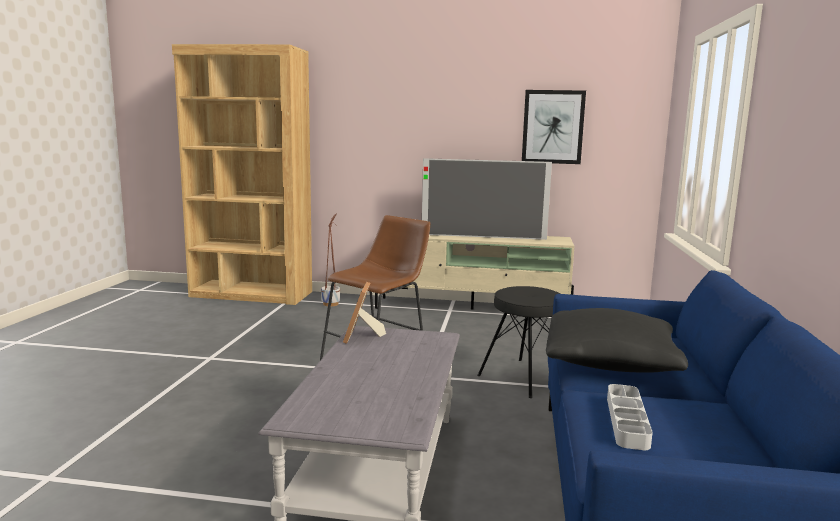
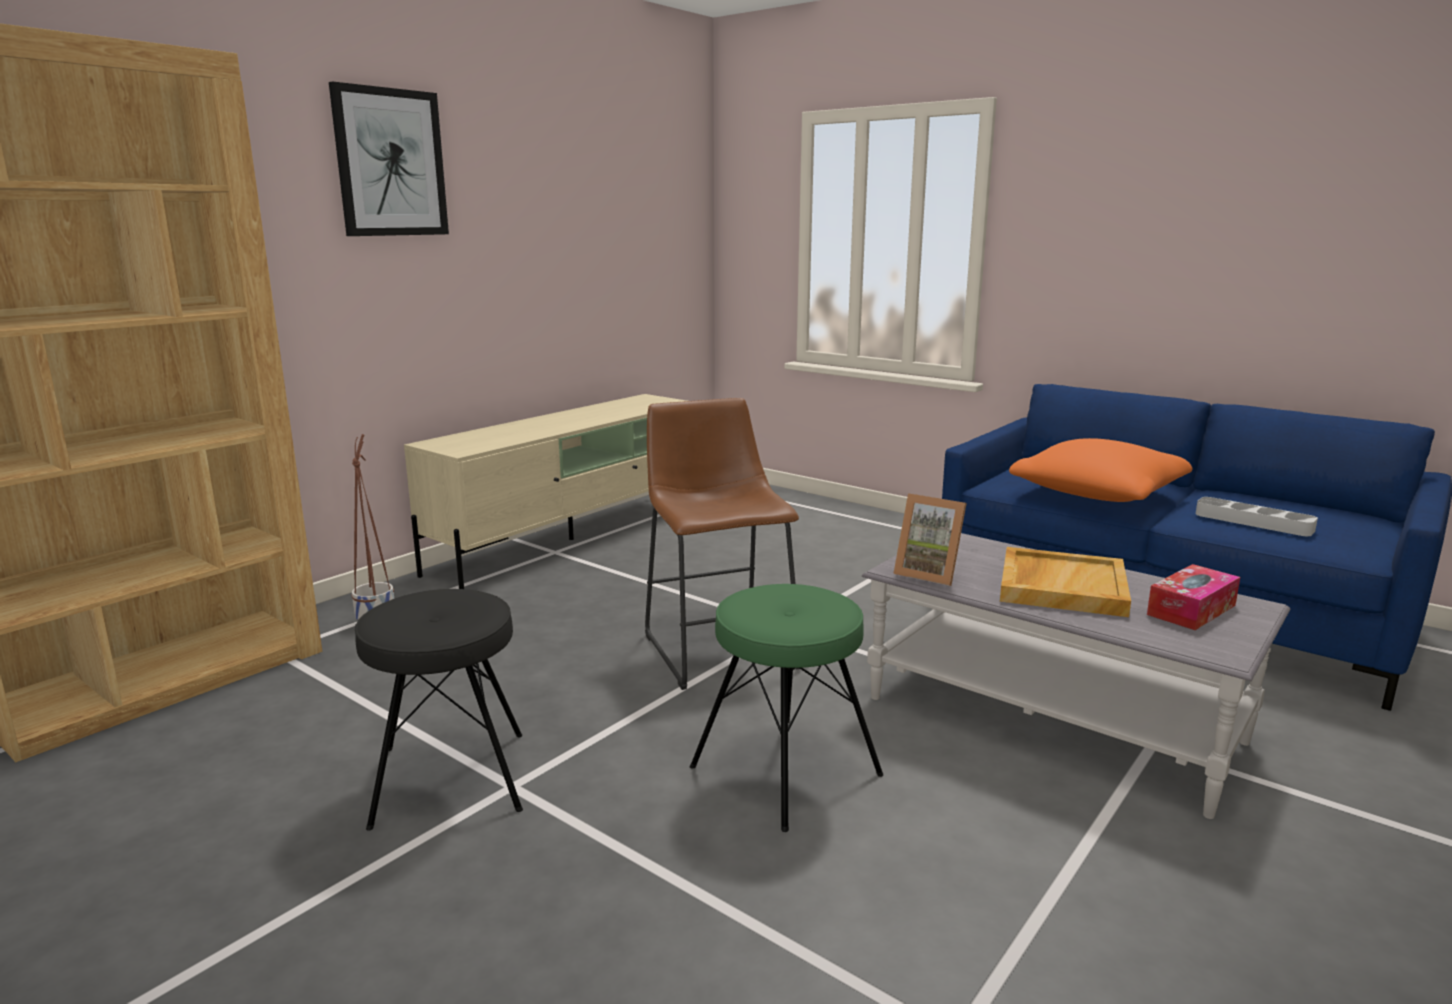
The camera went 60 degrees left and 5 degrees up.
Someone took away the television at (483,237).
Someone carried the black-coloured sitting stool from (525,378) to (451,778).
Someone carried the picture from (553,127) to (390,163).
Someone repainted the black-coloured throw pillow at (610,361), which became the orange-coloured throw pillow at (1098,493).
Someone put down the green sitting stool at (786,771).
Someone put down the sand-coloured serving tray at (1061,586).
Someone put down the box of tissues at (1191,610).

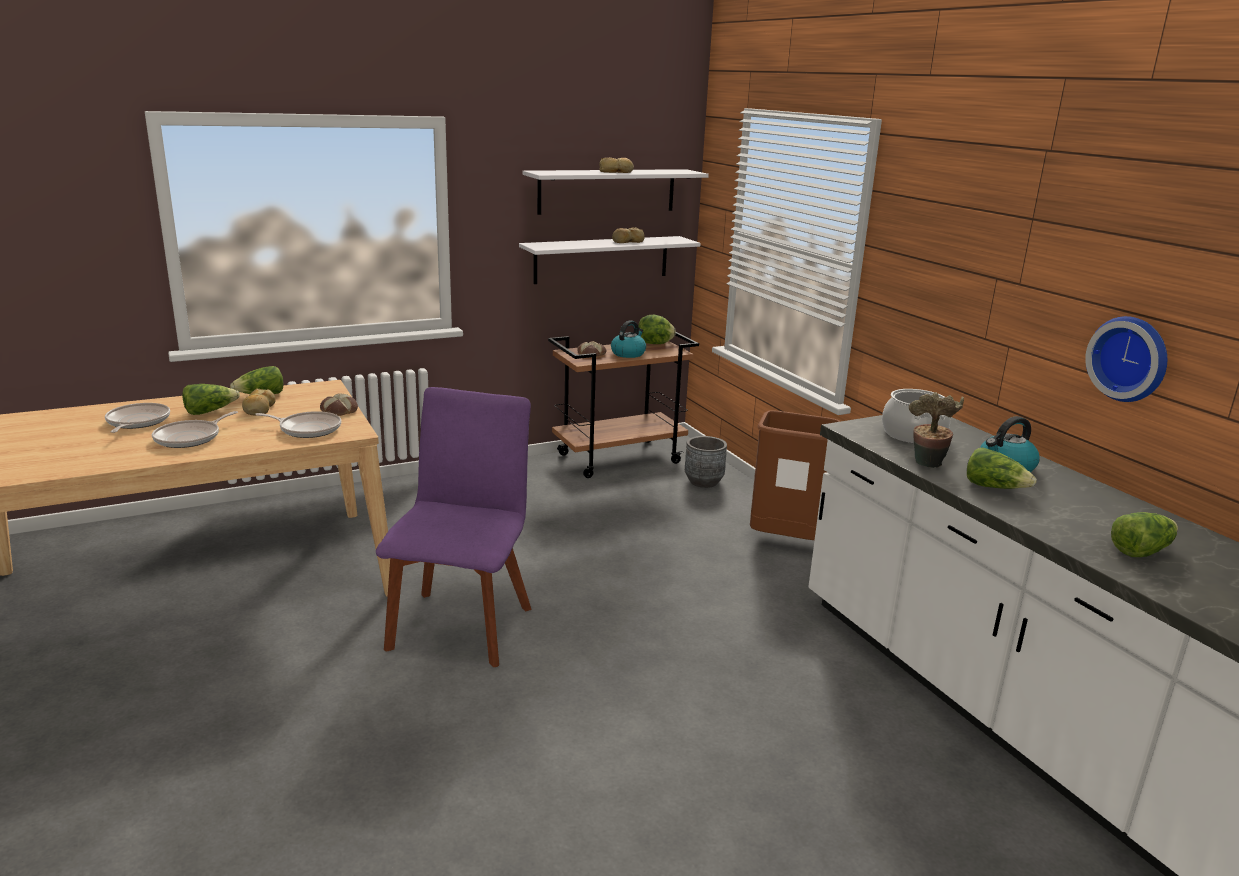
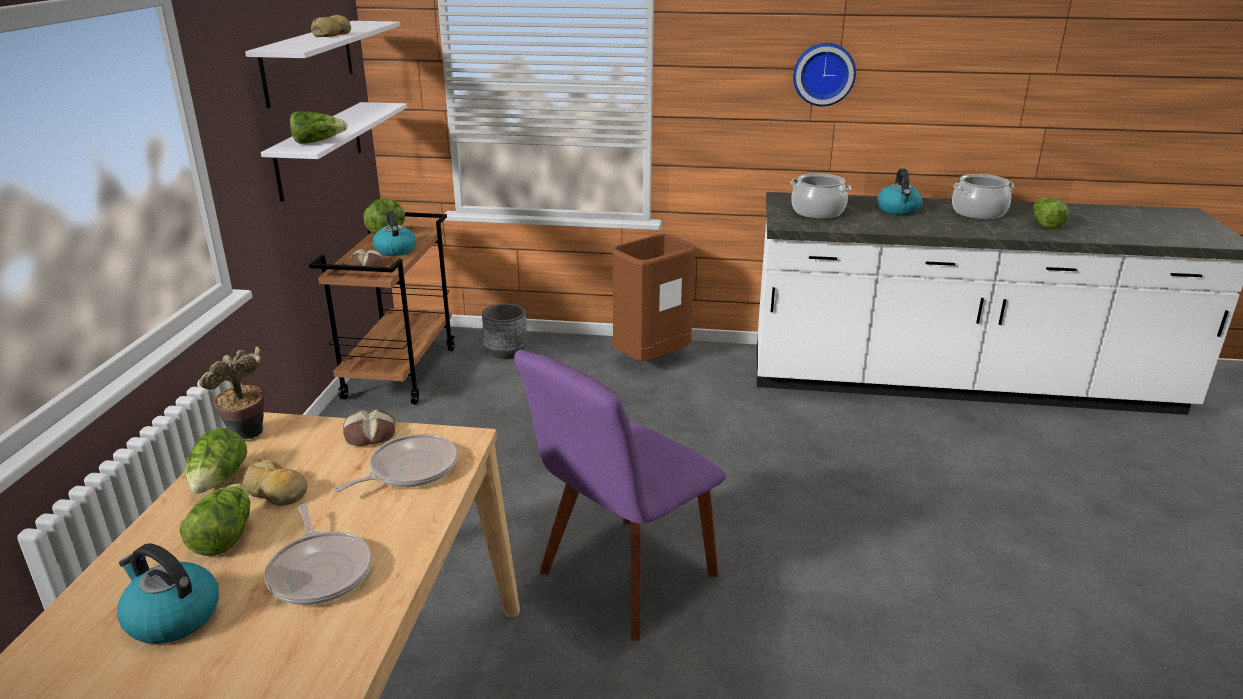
The camera went 55 degrees left and 5 degrees up.
Someone swapped the frying pan at (137,422) for the water kettle at (171,617).
Someone rotated the purplish plain chair at (462,623) by 90 degrees counterclockwise.
Someone took away the baked bread at (627,241).
Someone carried the potted plant from (927,465) to (247,436).
Someone carried the head of lettuce from (994,487) to (317,142).
Someone carried the clock on the wall from (1130,358) to (823,74).
Someone put down the saucepot at (978,213).

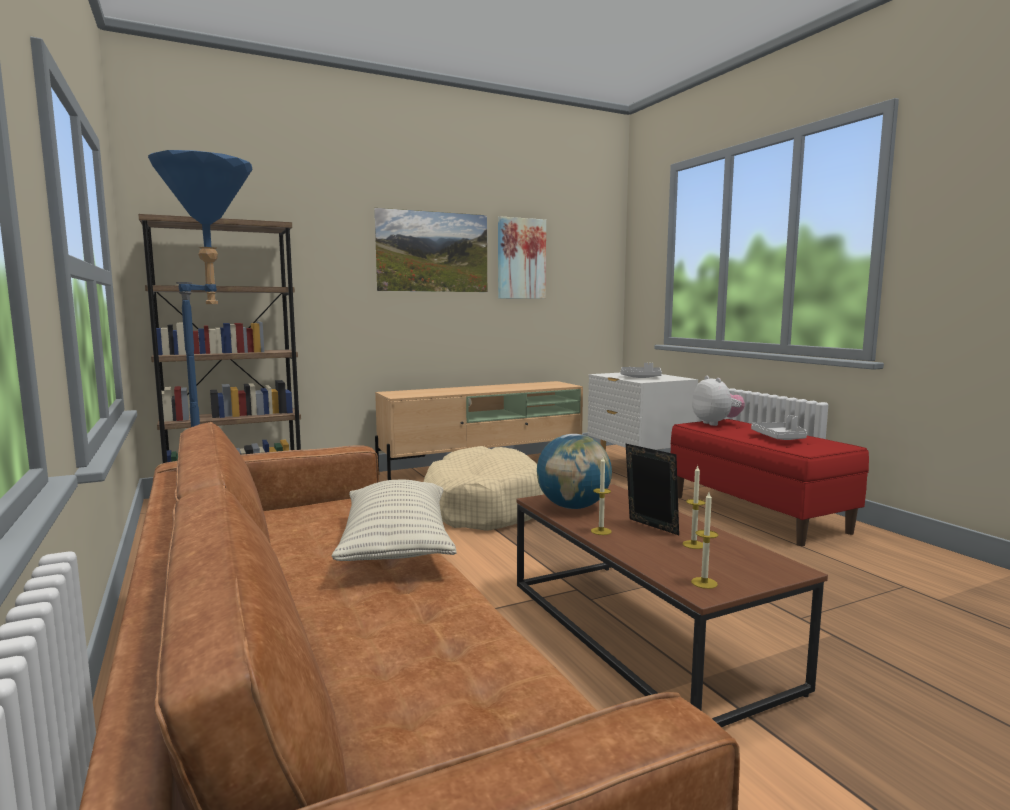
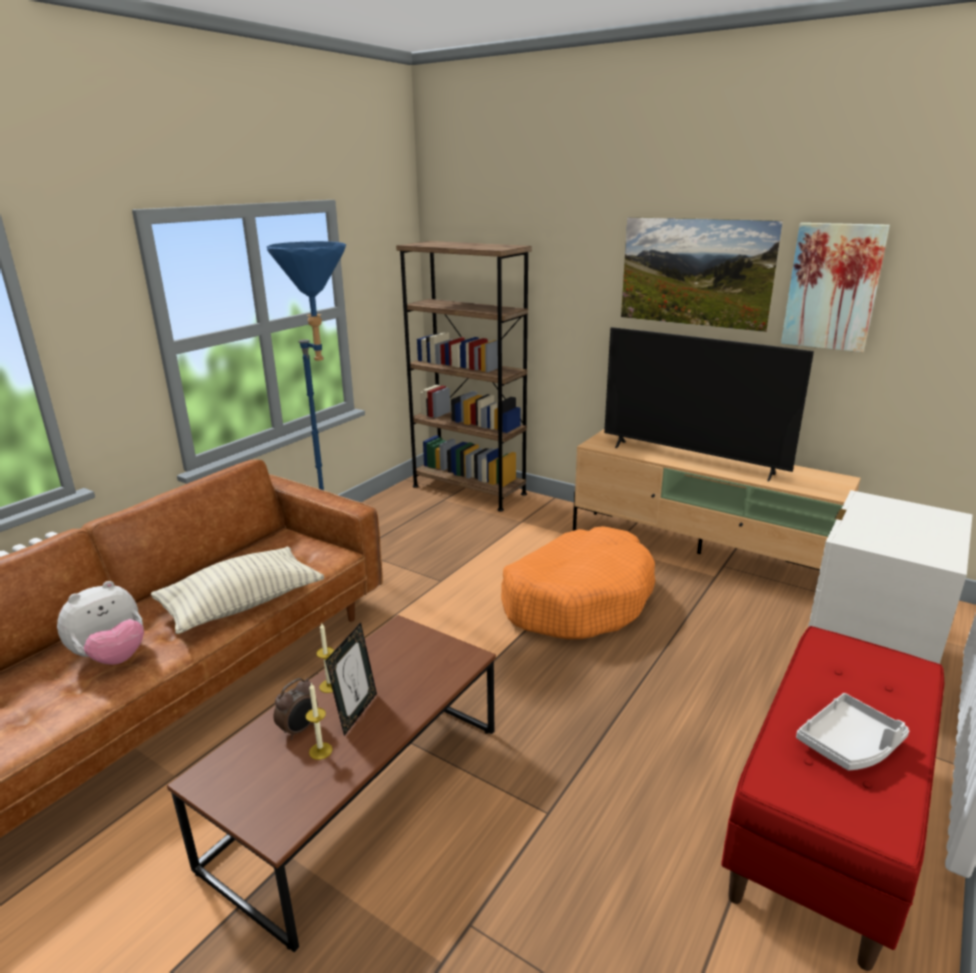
The camera went 60 degrees right and 15 degrees up.
Someone repainted the sand-coloured dog bed at (482,507), which became the orange-coloured dog bed at (577,599).
Someone took away the desk globe at (573,507).
Someone took away the gray serving tray at (641,377).
Someone took away the wax candle at (704,583).
Someone carried the cuddly toy from (716,423) to (112,657).
Someone put down the alarm clock at (299,729).
Someone put down the television at (691,460).

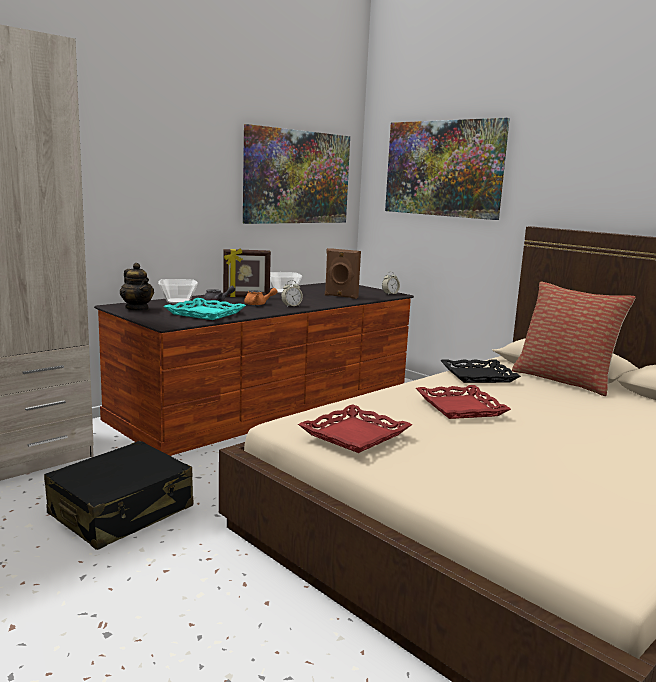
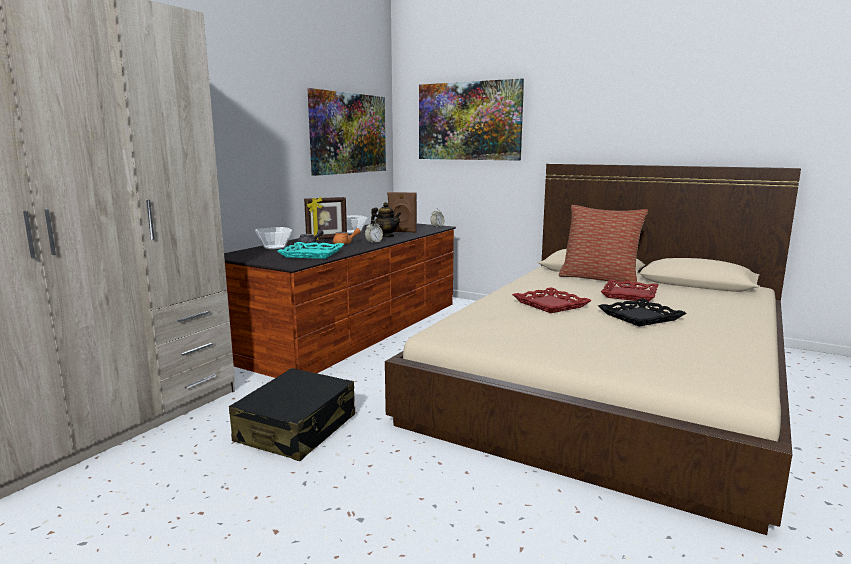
The camera went 15 degrees left and 0 degrees up.
Someone carried the pot for tea from (137,309) to (386,236).
Someone carried the reddish serving tray from (354,434) to (629,295).
Someone carried the black-coloured serving tray from (478,376) to (640,317).

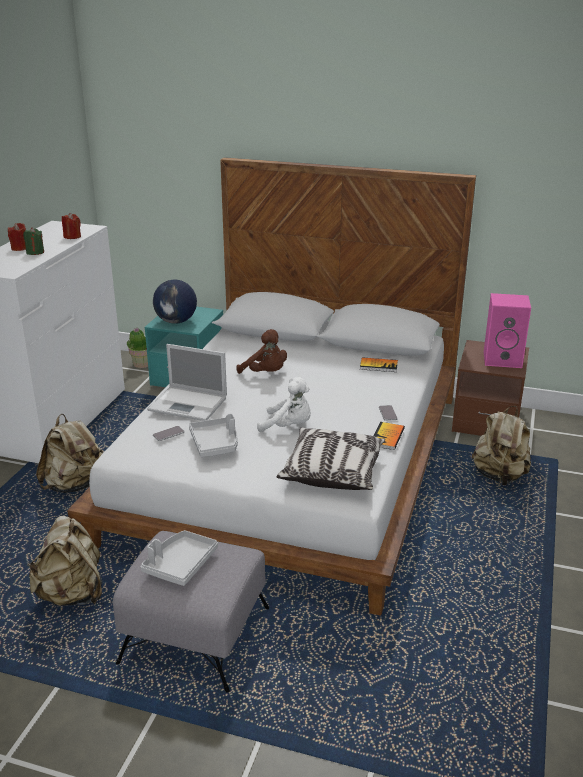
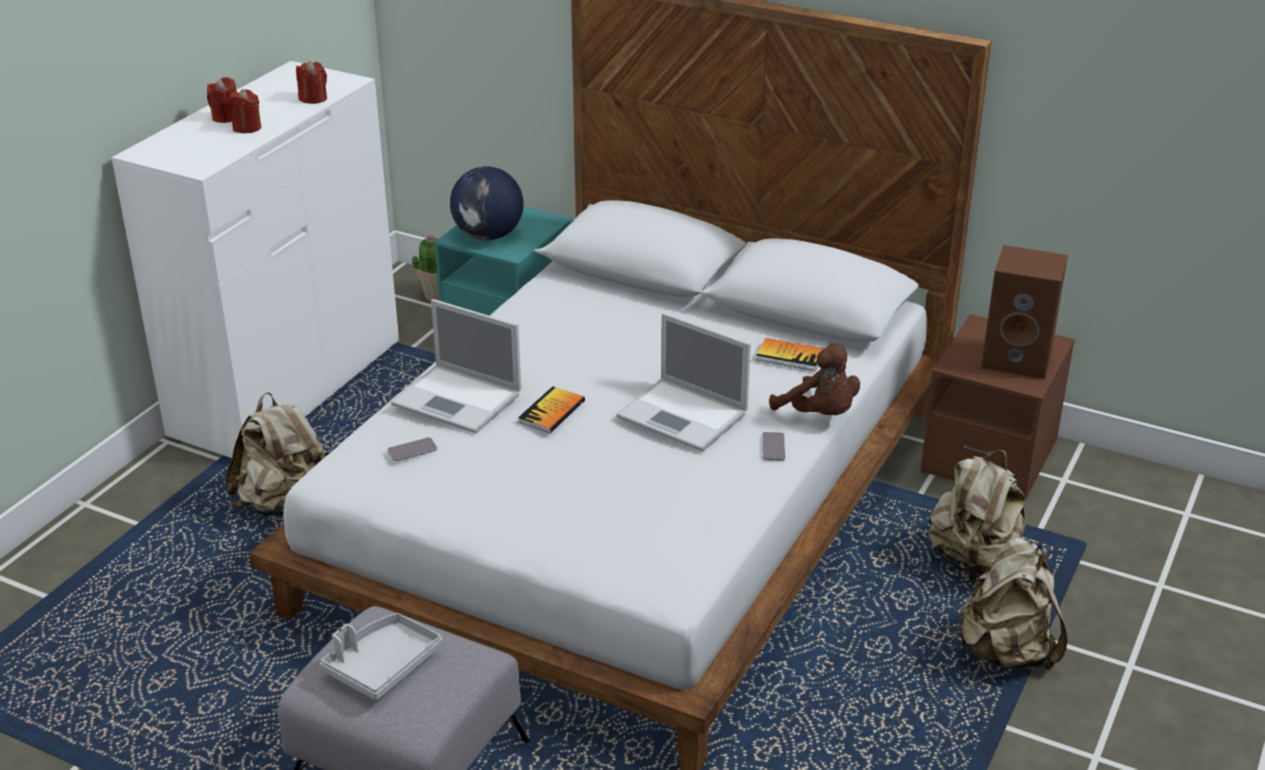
The camera went 10 degrees right and 5 degrees up.
Someone repainted the green wax candle at (35,252), which became the reddish wax candle at (247,128).
Someone carried the sand-coloured backpack from (72,594) to (1006,652).
Someone took away the gray serving tray at (215,444).
Someone carried the brown cuddly toy from (265,373) to (819,414).
Someone took away the white-coloured cuddly toy at (288,426).
Someone took away the throw pillow at (332,472).
Someone carried the volume from (387,437) to (552,412).
Someone repainted the pink audio speaker at (503,359), which became the brown audio speaker at (1018,359).
Someone put down the notebook computer at (684,416).

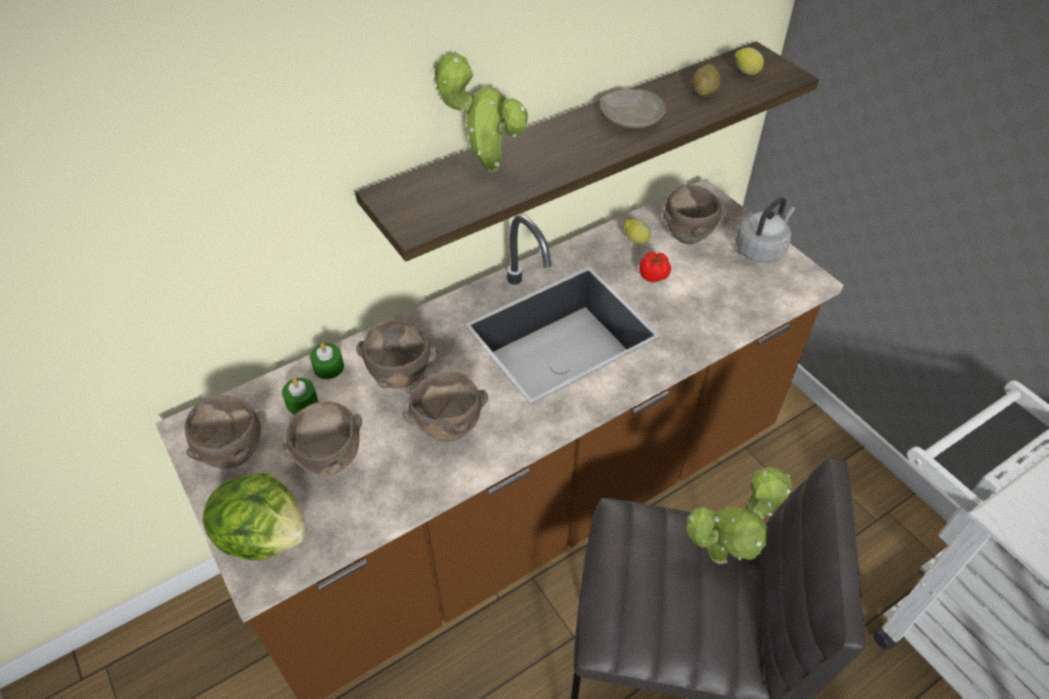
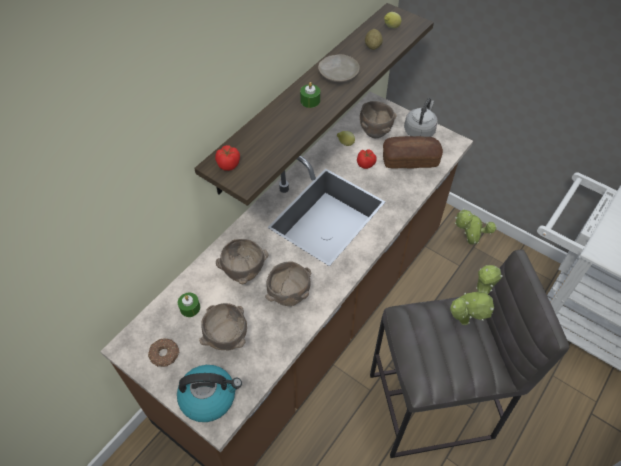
The camera went 20 degrees left and 5 degrees up.
Someone swapped the brown serving bowl at (235,455) for the ring doughnut at (165,355).
Someone swapped the head of lettuce at (264,535) for the water kettle at (209,397).
Someone carried the green wax candle from (328,367) to (310,101).
Someone carried the potted plant from (486,166) to (468,242).
Someone put down the fresh tomato at (229,164).
Someone put down the baked bread at (410,160).

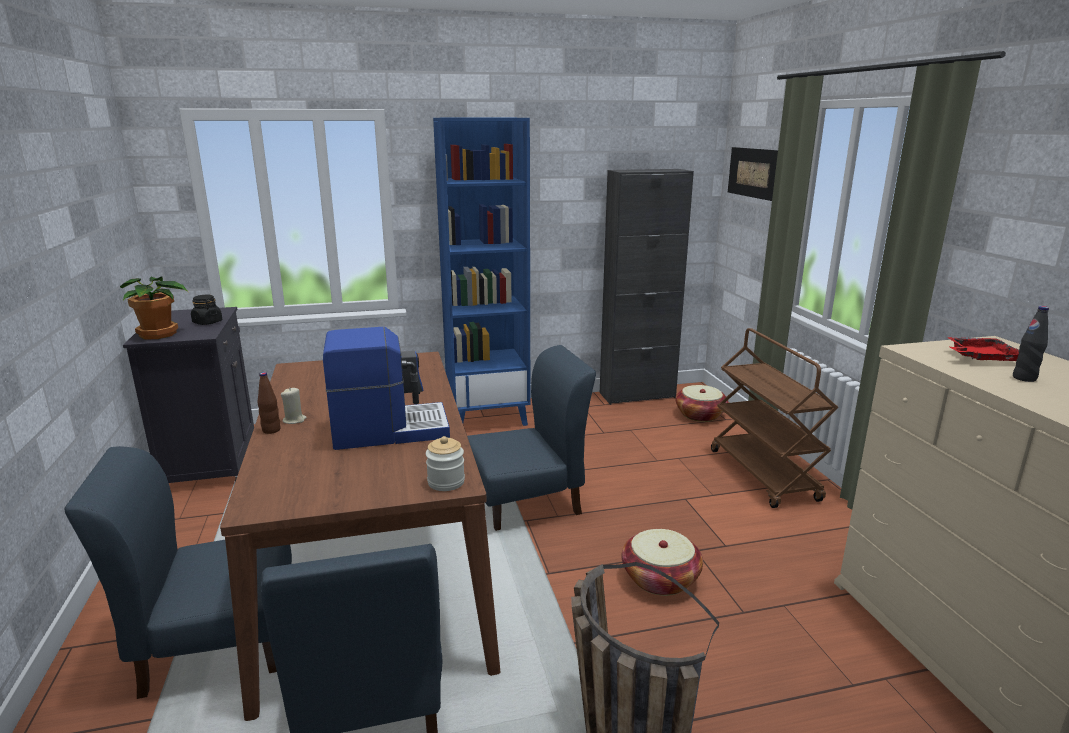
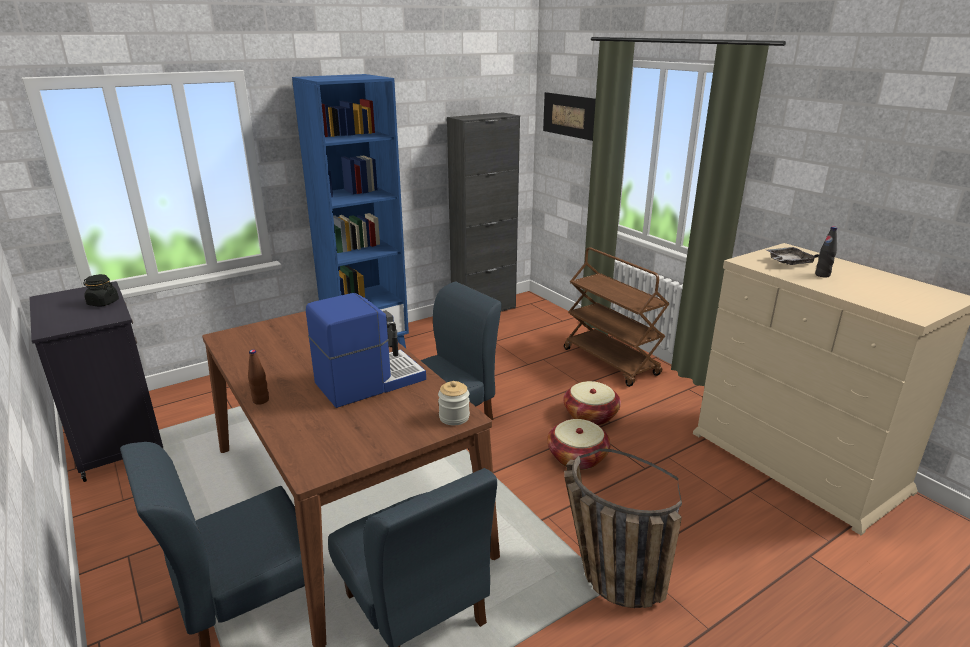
The camera went 20 degrees left and 5 degrees up.
Someone took away the potted plant at (159,334).
Someone took away the sand-coloured wax candle at (294,420).
Someone carried the basket from (700,415) to (590,415).
Someone repainted the reddish serving tray at (980,358), which became the gray serving tray at (788,262).

